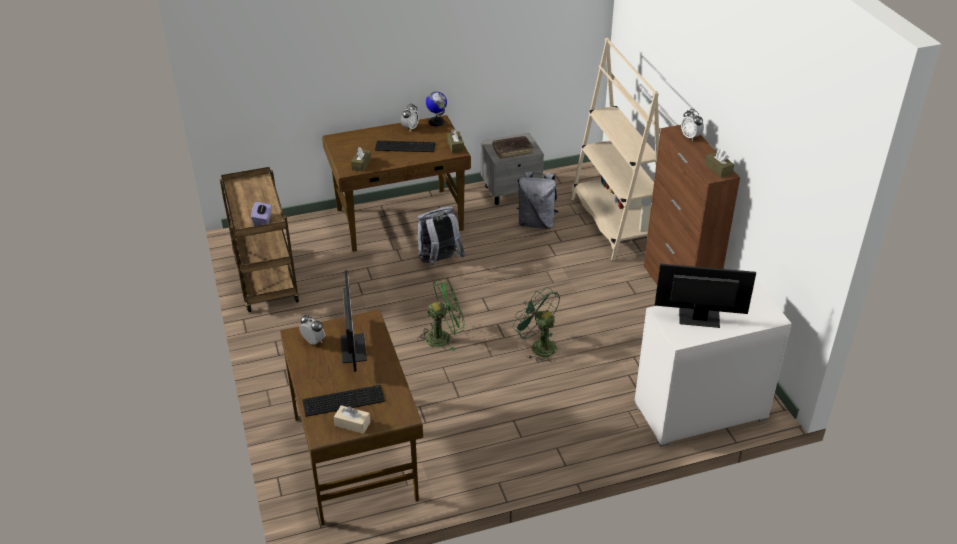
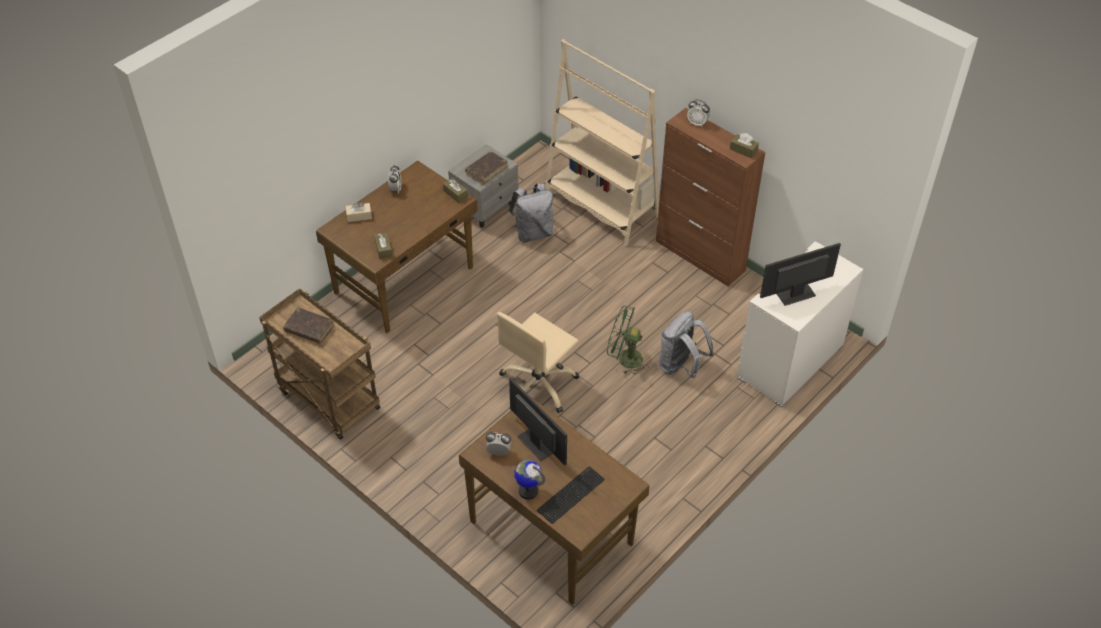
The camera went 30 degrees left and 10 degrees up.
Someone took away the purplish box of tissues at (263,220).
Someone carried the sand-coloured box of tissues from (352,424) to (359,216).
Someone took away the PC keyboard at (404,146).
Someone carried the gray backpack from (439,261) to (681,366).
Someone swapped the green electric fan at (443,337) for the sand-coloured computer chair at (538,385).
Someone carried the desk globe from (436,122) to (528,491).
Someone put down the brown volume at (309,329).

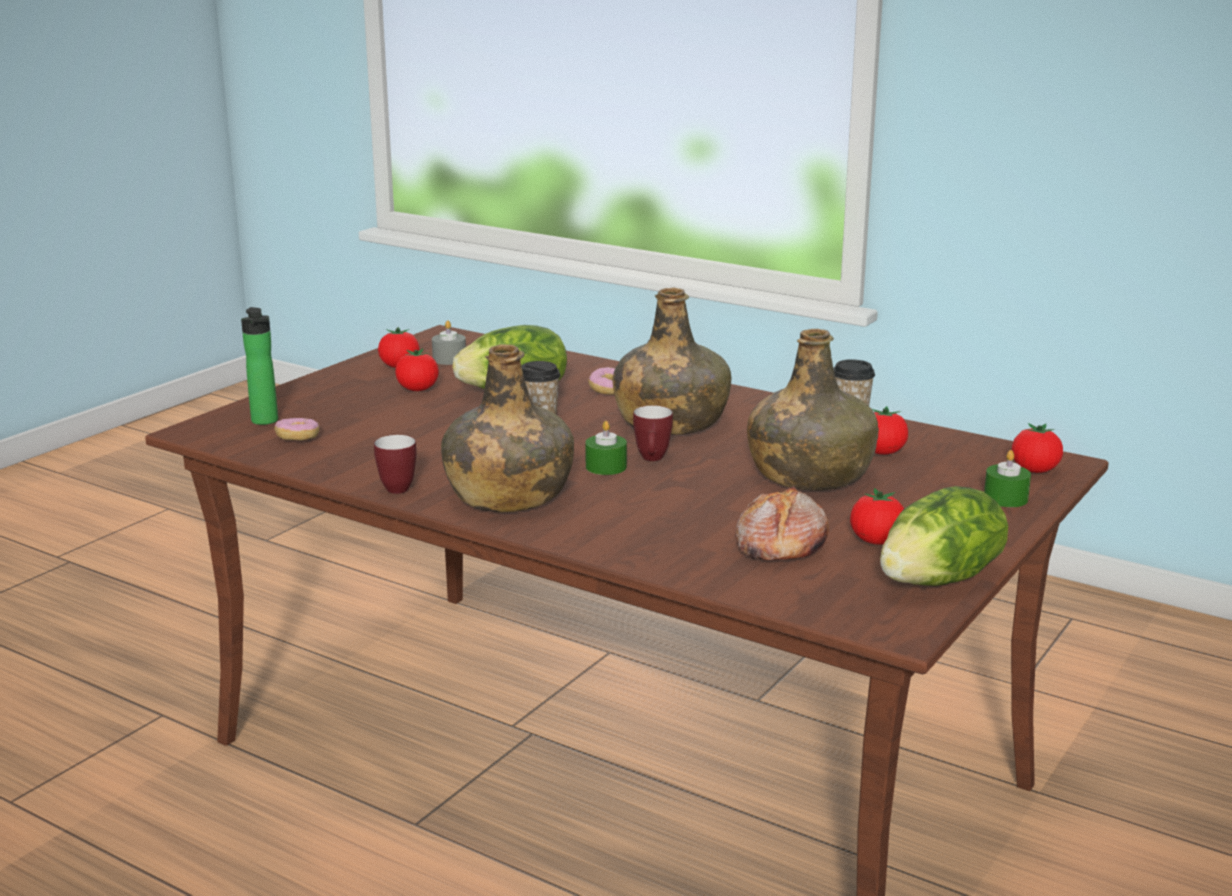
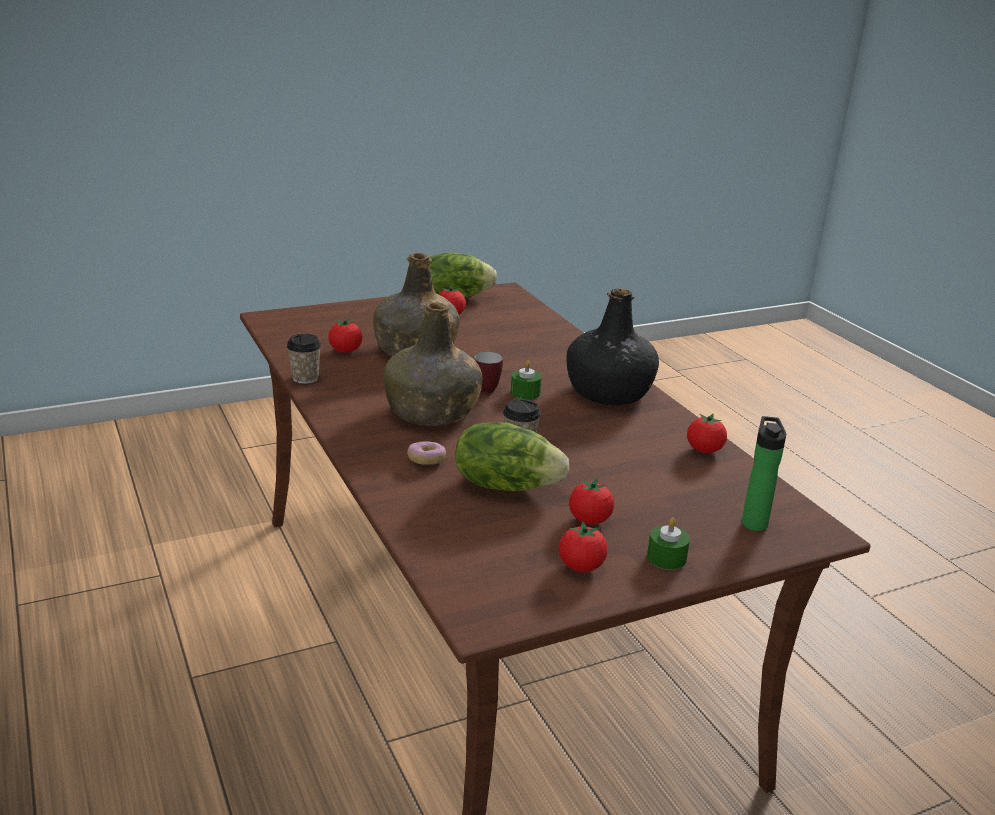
The camera went 150 degrees left and 5 degrees up.
Someone took away the ring doughnut at (298,438).
Someone took away the tea mug at (400,487).
Someone took away the gray wax candle at (449,359).
Someone repainted the green beverage bottle at (507,496), which became the black-coloured beverage bottle at (609,393).
Someone took away the baked bread at (779,544).
Someone carried the green wax candle from (1005,498) to (666,558).
Someone carried the fresh tomato from (1034,470) to (704,450).

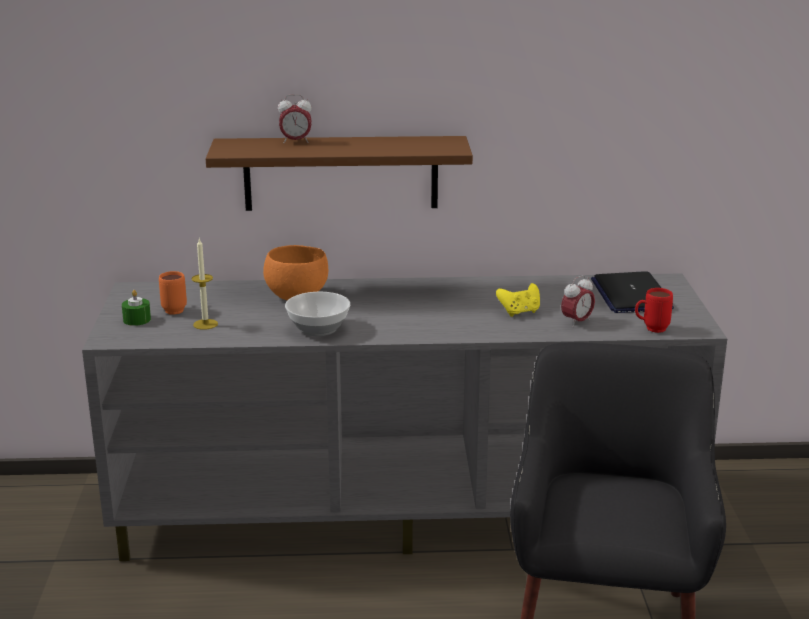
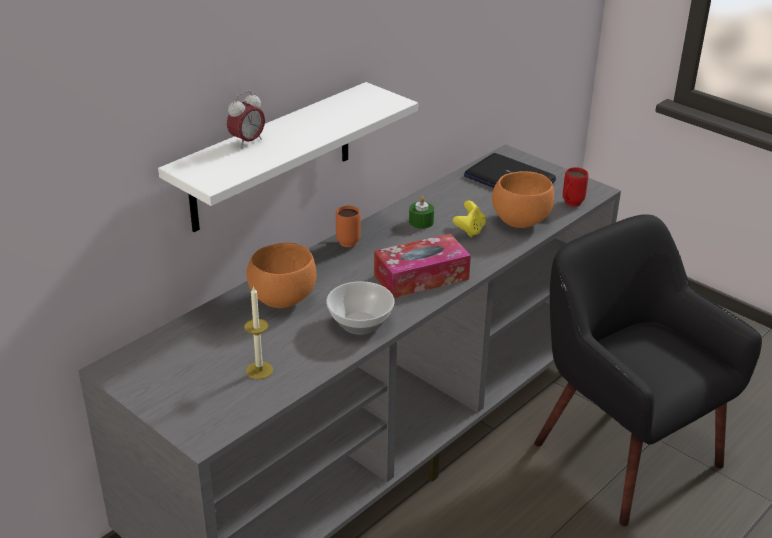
The camera went 45 degrees left and 10 degrees up.
Someone carried the green wax candle from (137,320) to (421,222).
Someone carried the orange-coloured tea mug from (177,309) to (346,240).
Someone repainted the brown wall shelf at (341,173), which became the white-coloured wall shelf at (272,157).
Someone swapped the alarm clock at (577,322) for the orange-coloured serving bowl at (519,221).
Someone put down the box of tissues at (421,277).

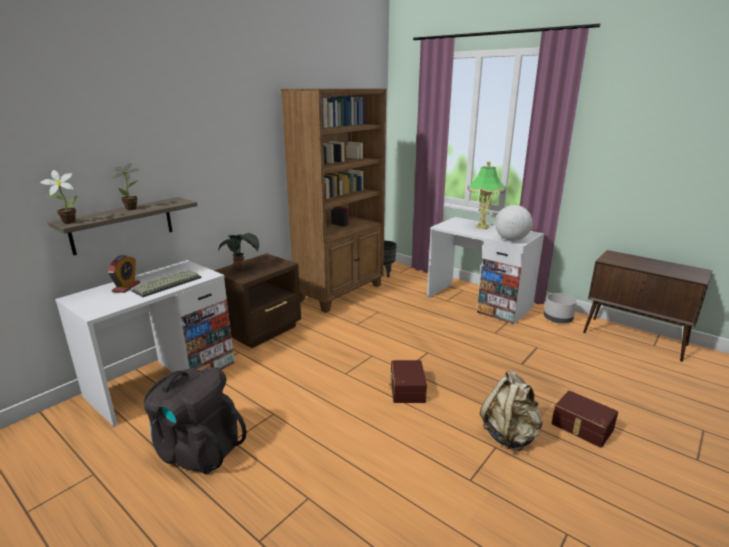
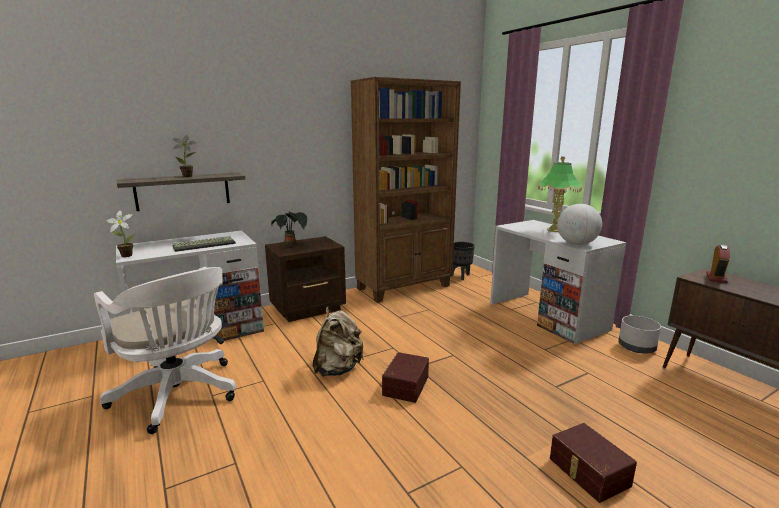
The camera went 20 degrees right and 5 degrees down.
Someone carried the potted plant from (67,222) to (125,255).
Someone carried the alarm clock from (126,287) to (716,278).
Someone swapped the black-coloured backpack at (197,449) for the white-coloured computer chair at (179,396).
Someone carried the sand-coloured backpack from (510,435) to (338,369).

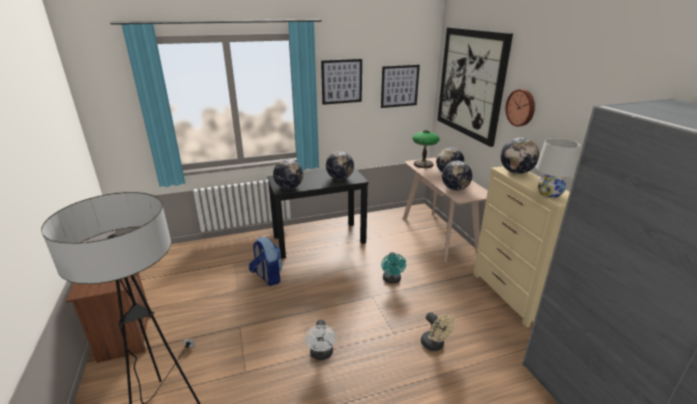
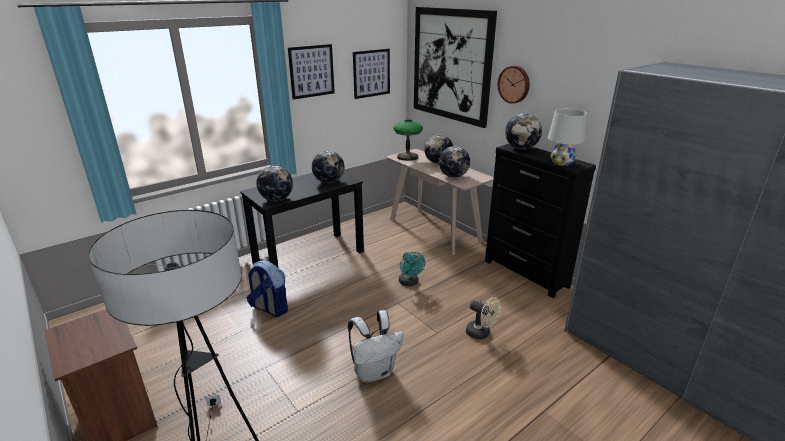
The camera went 20 degrees left and 0 degrees up.
Someone swapped the white-coloured electric fan at (321,355) for the white-coloured backpack at (374,372).
Someone repainted the sand-coloured drawer chest at (509,296), which became the black-coloured drawer chest at (526,274).

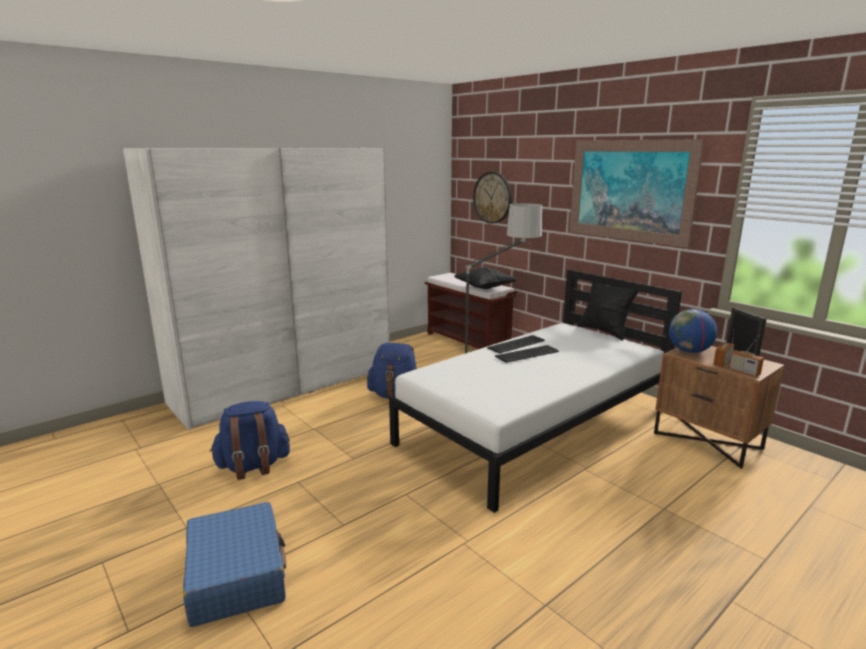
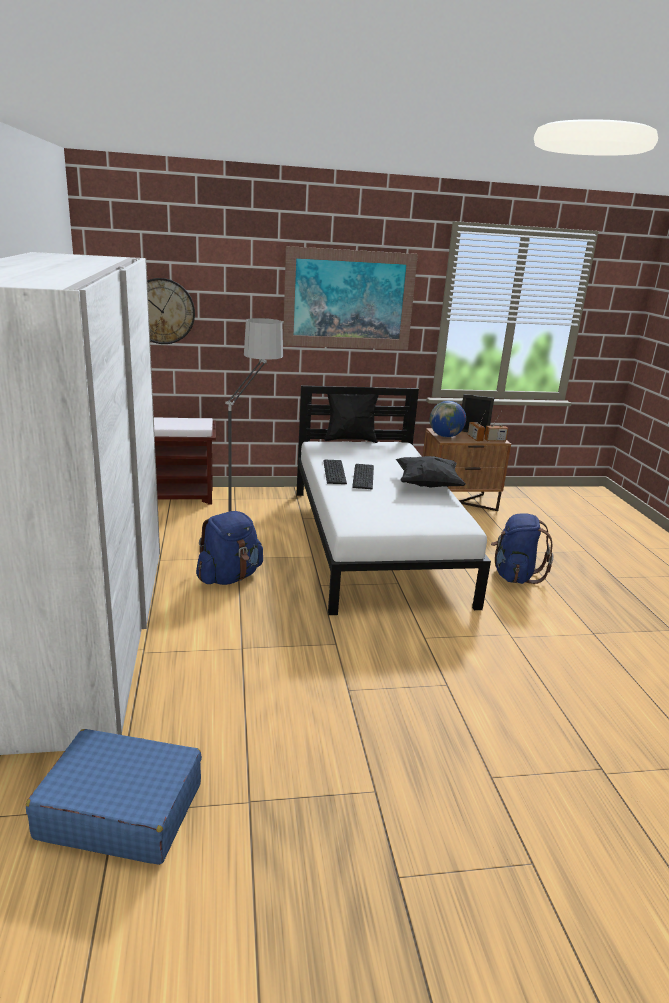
The camera went 60 degrees left and 5 degrees up.
Someone carried the bluish travel case from (237,574) to (120,810).
Someone carried the bluish backpack from (253,466) to (514,575).
Someone carried the black-coloured throw pillow from (484,288) to (427,485).

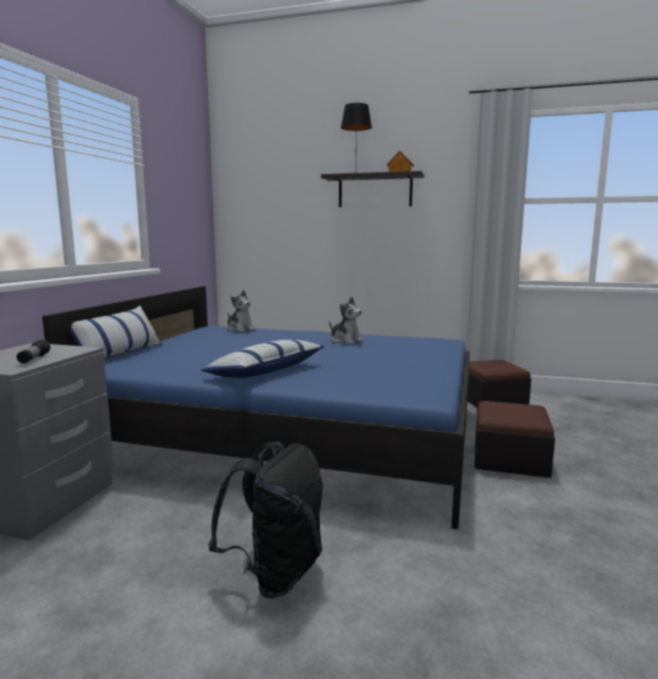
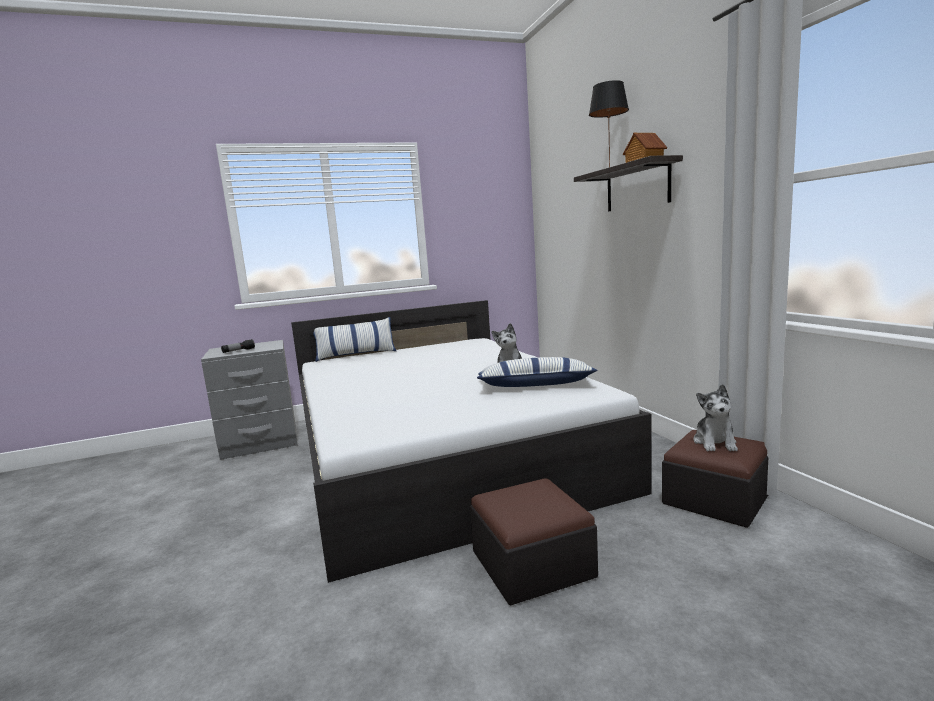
The camera went 55 degrees right and 0 degrees up.
Someone repainted the bluish bed at (291,434), which became the white-coloured bed at (440,452).
Someone carried the throw pillow from (266,371) to (535,385).
Someone took away the black-coloured backpack at (275,573).
Someone carried the cuddly toy from (240,329) to (715,443).

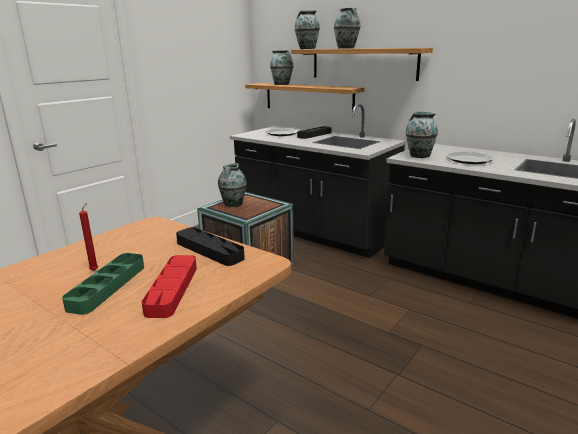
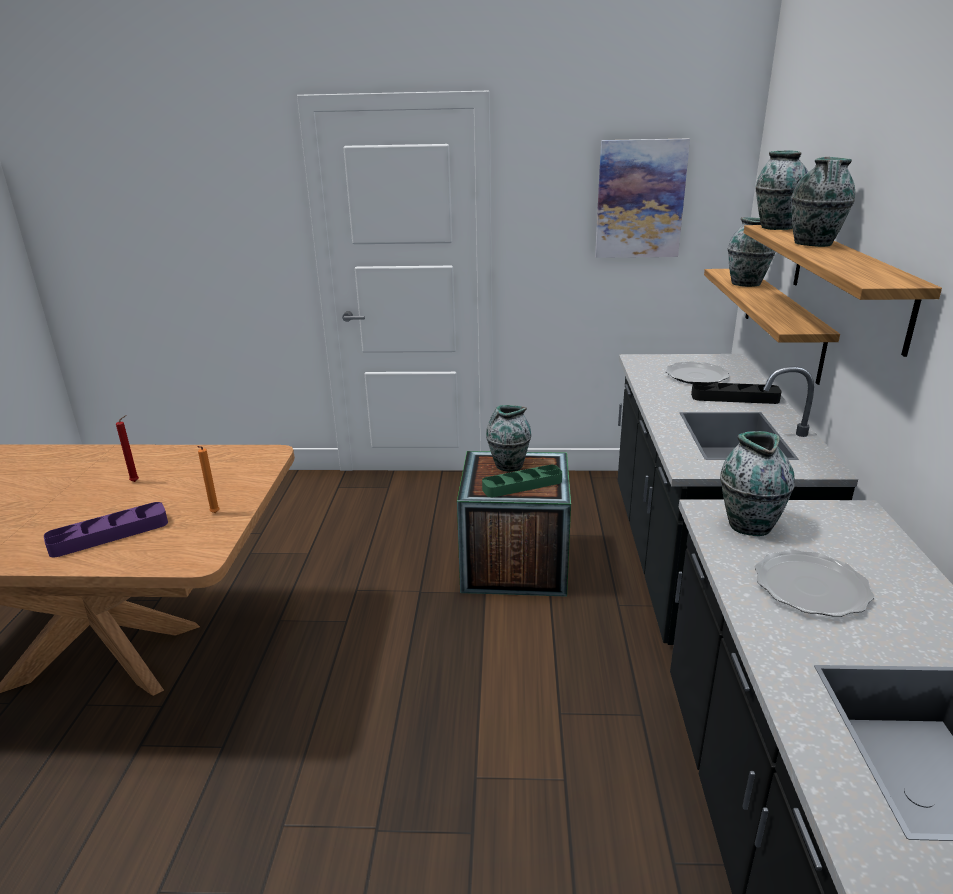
The camera went 55 degrees right and 5 degrees up.
Someone carried the green serving tray from (108,286) to (522,485).
Someone repainted the reddish serving tray at (172,289), which became the purplish serving tray at (109,534).
Someone swapped the black-coloured serving tray at (209,250) for the orange-coloured wax candle at (214,514).
Someone put up the picture at (640,199).

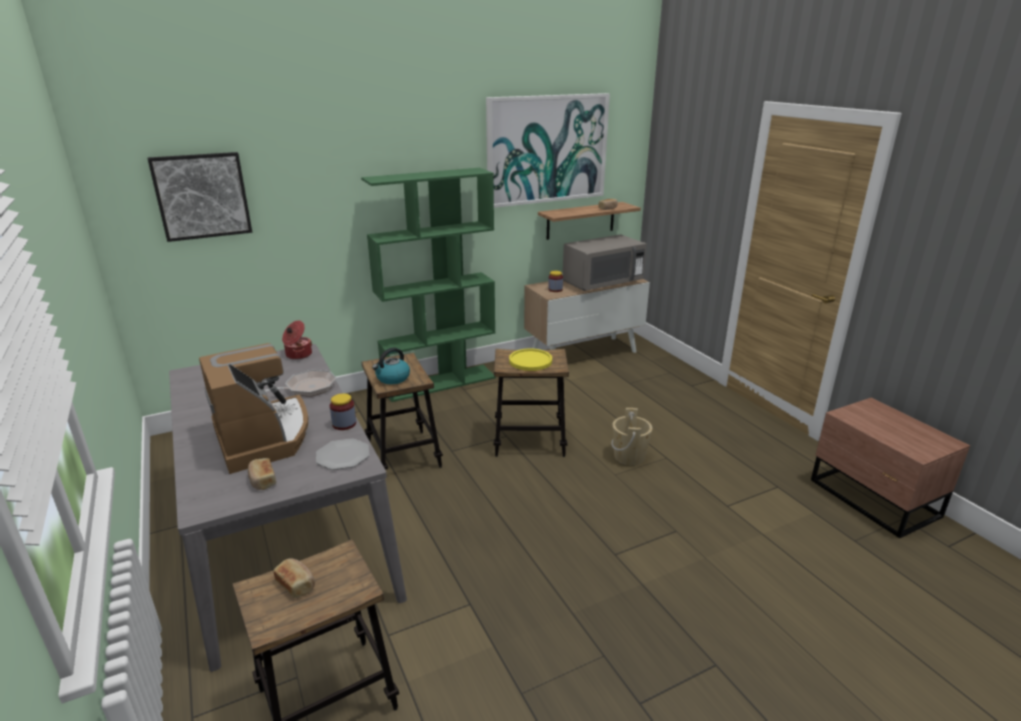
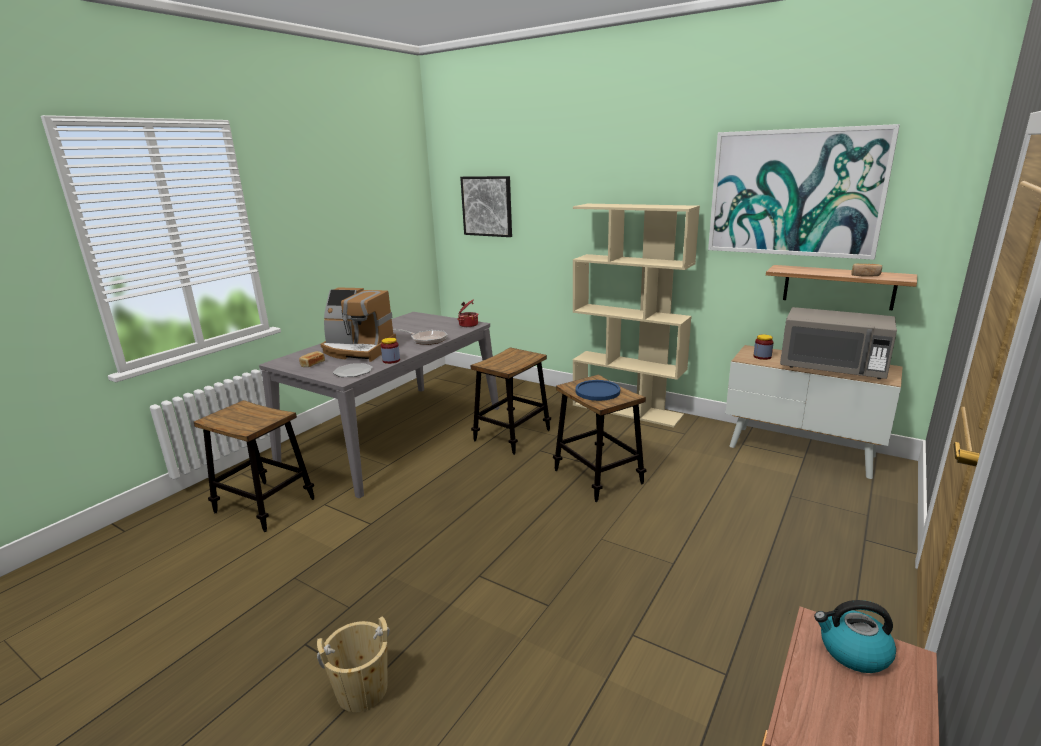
The camera went 60 degrees right and 5 degrees down.
Someone rotated the coffee brewer at (264,437) by 75 degrees clockwise.
Someone took away the baked bread at (296,584).
Someone repainted the green bookshelf at (440,382), which became the sand-coloured bookshelf at (627,410).
Someone carried the water kettle from (392,378) to (853,651).
Someone repainted the yellow-coloured flat dish at (530,361), which became the bluish flat dish at (597,391).
Someone carried the sand-coloured bucket from (629,456) to (362,690).

